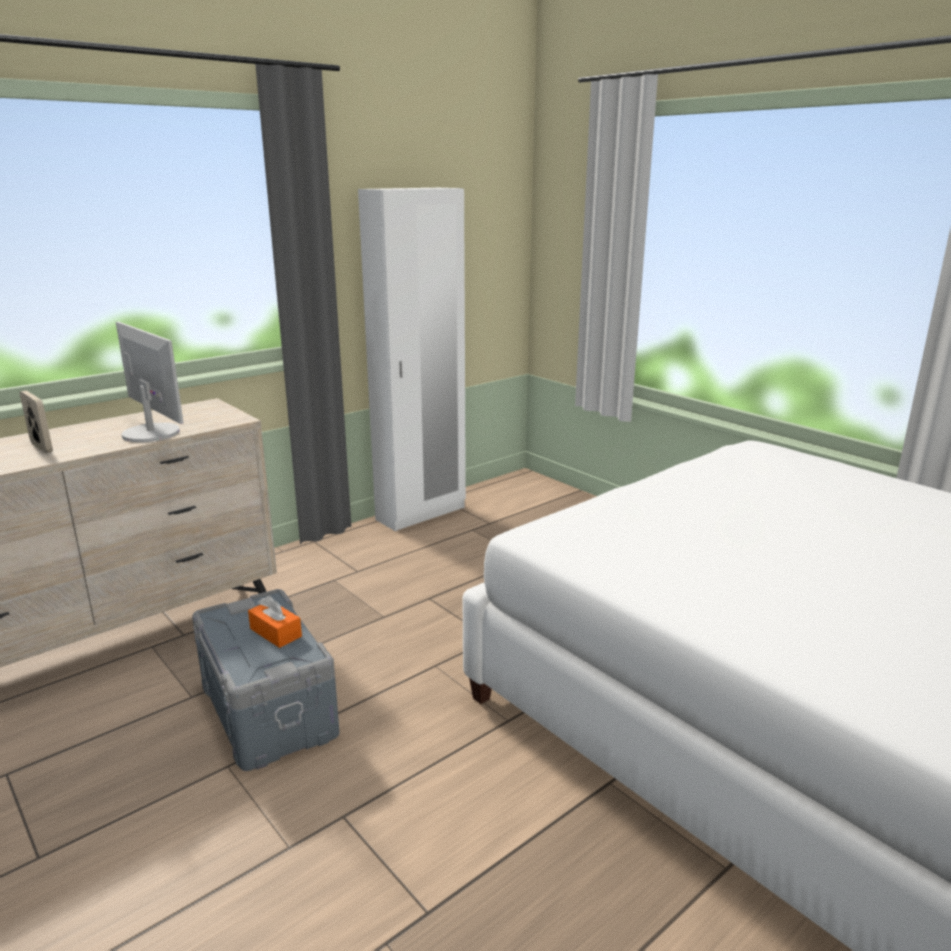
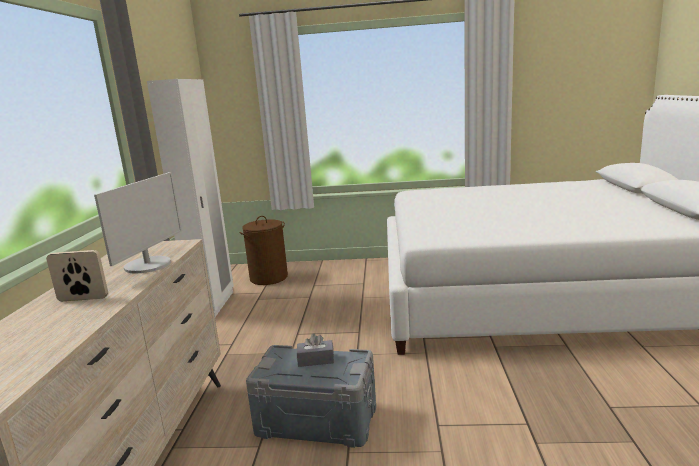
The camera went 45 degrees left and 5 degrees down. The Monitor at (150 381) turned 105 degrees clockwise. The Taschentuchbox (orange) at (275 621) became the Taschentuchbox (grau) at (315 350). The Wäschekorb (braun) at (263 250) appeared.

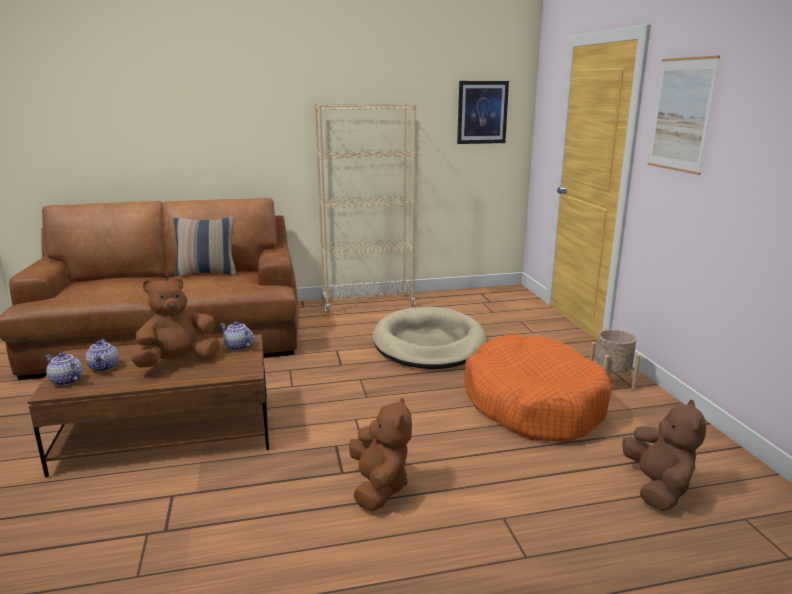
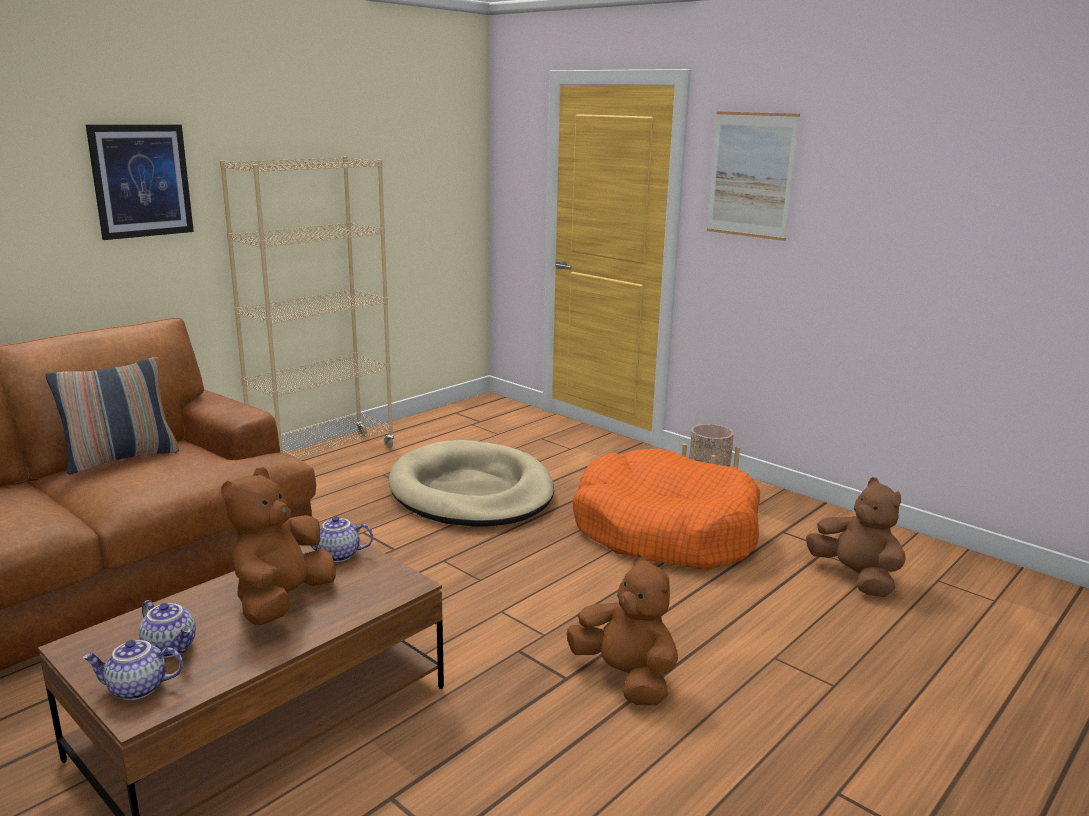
The camera went 35 degrees left and 0 degrees up. The Bild moved from (483 112) to (140 182).

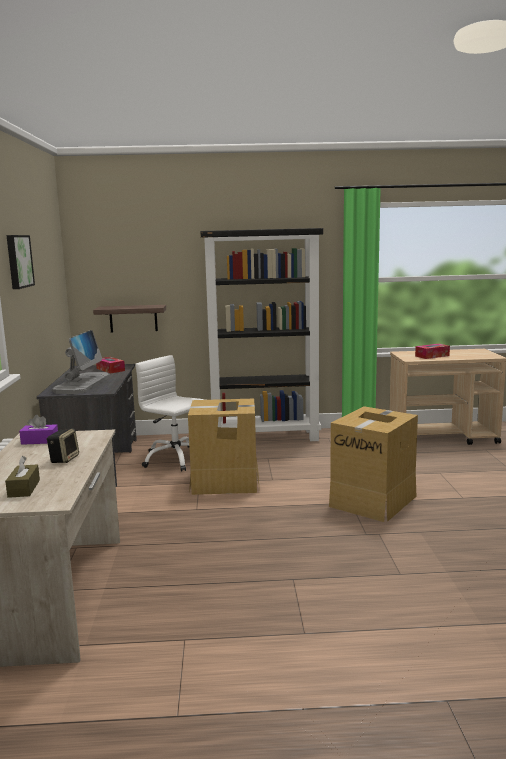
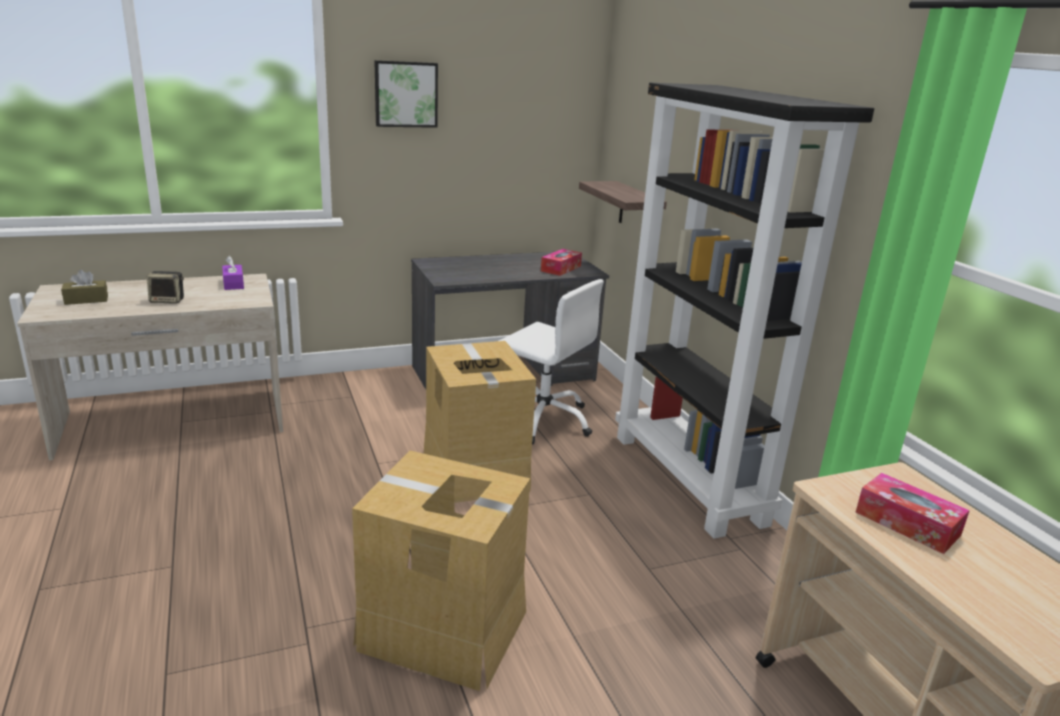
The camera went 70 degrees right and 10 degrees up. The Monitor at (81 362) disappeared. The Bürostuhl (weiß) at (170 413) turned 105 degrees clockwise.

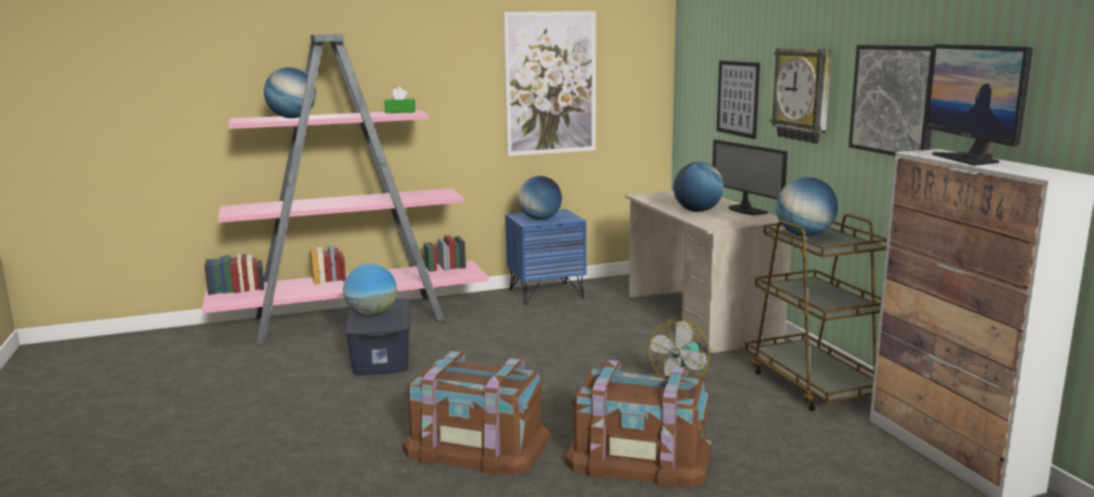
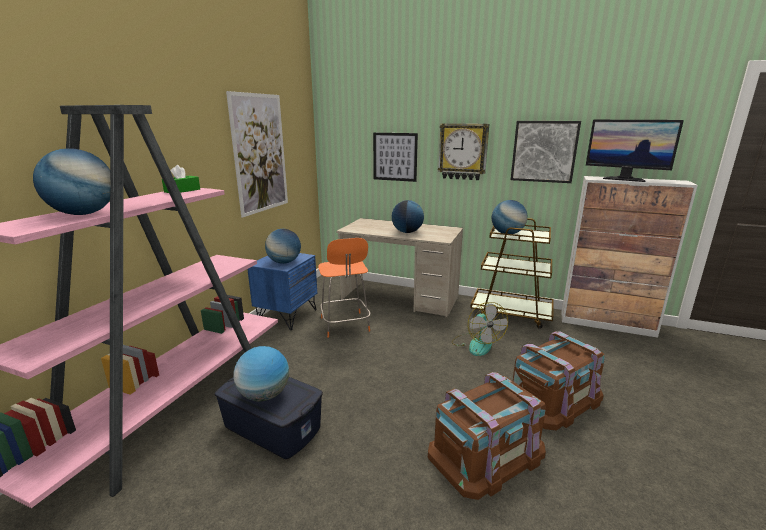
The camera went 50 degrees left and 5 degrees up. The Monitor at (750 177) disappeared. The Stuhl (orange) at (344 288) appeared.

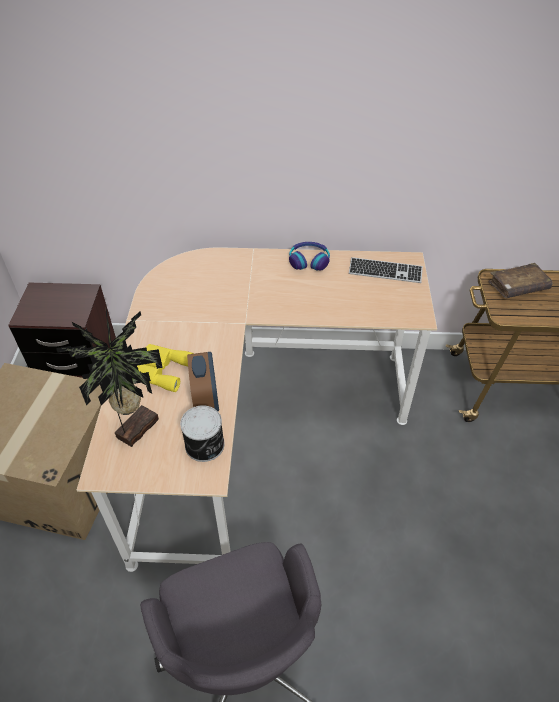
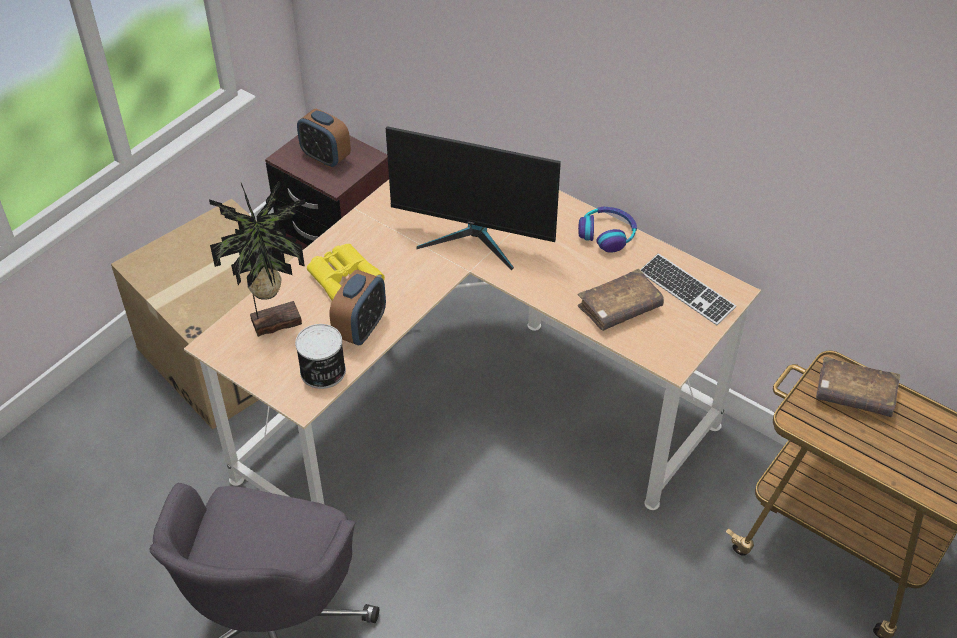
The camera went 35 degrees right and 0 degrees up. The Wecker at (324 138) appeared. The Monitor at (473 198) appeared. The Buch (braun) at (621 300) appeared.

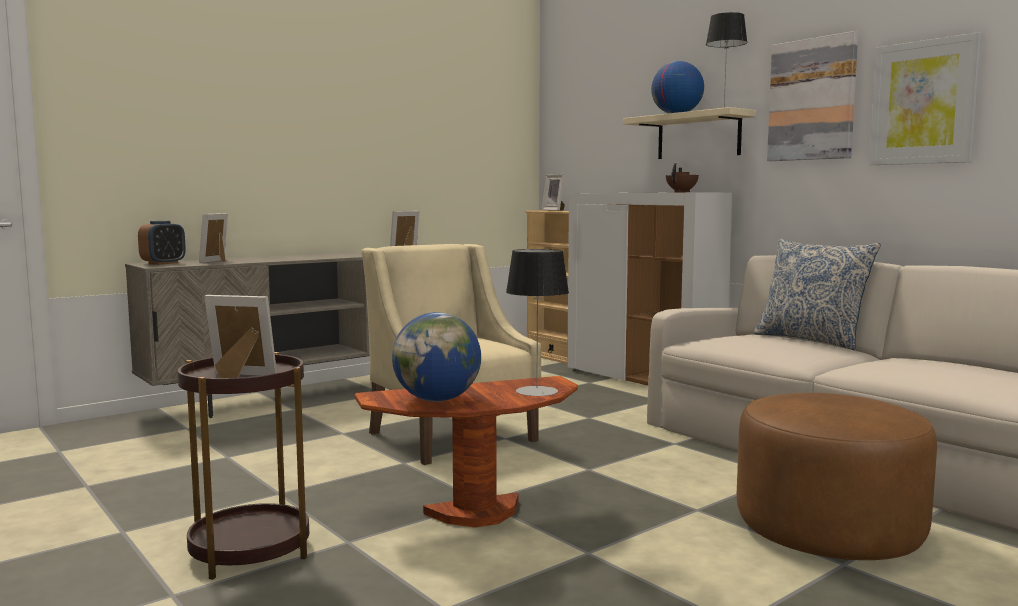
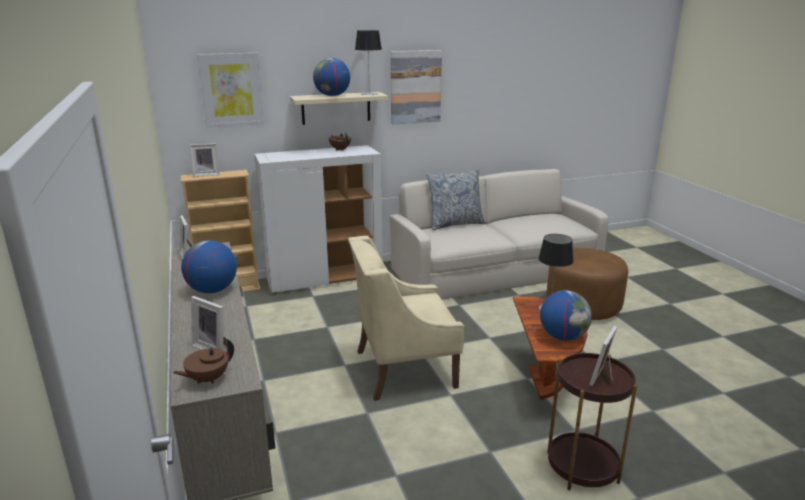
The camera went 70 degrees left and 15 degrees up. The Bild moved from (925 98) to (230 90). The Wecker at (162 243) was replaced by the Teekanne (braun) at (203 361). The Globus at (209 266) appeared.

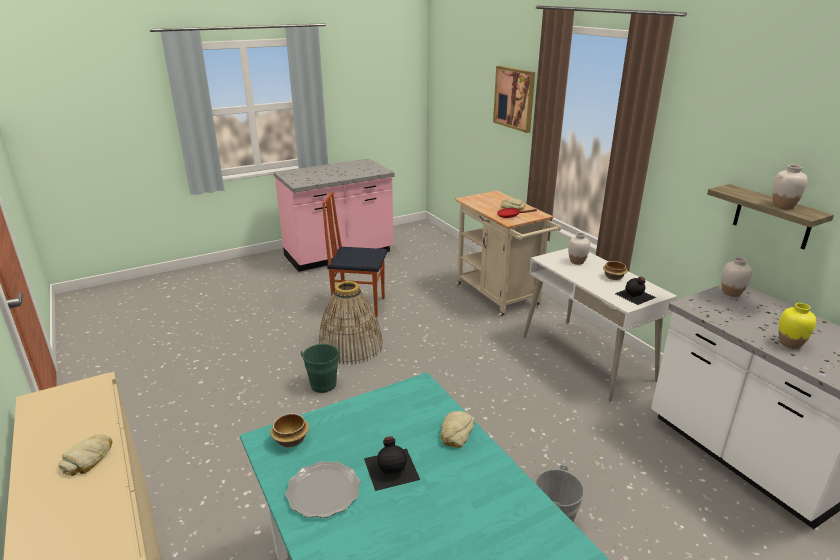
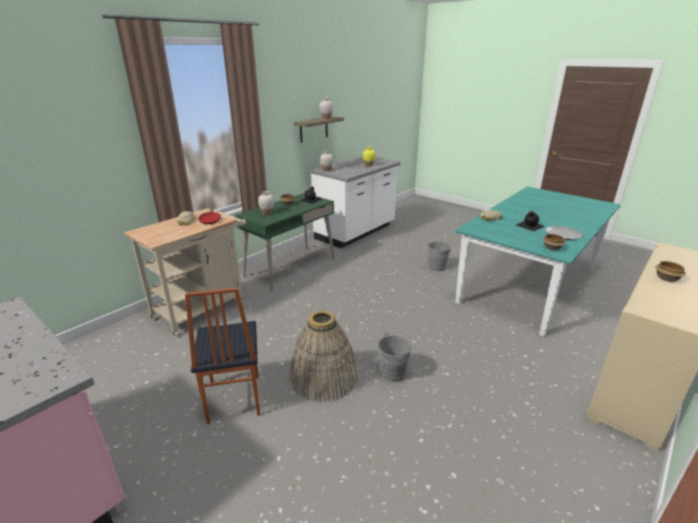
The camera went 110 degrees left and 0 degrees up. The Bild at (514 99) disappeared. The Schreibtisch (weiß) at (600 325) became the Schreibtisch (grün) at (285 242). The Eimer (grün) at (320 368) became the Eimer (grau) at (391 357). The Brot at (85 455) was replaced by the Schüssel at (670 271).

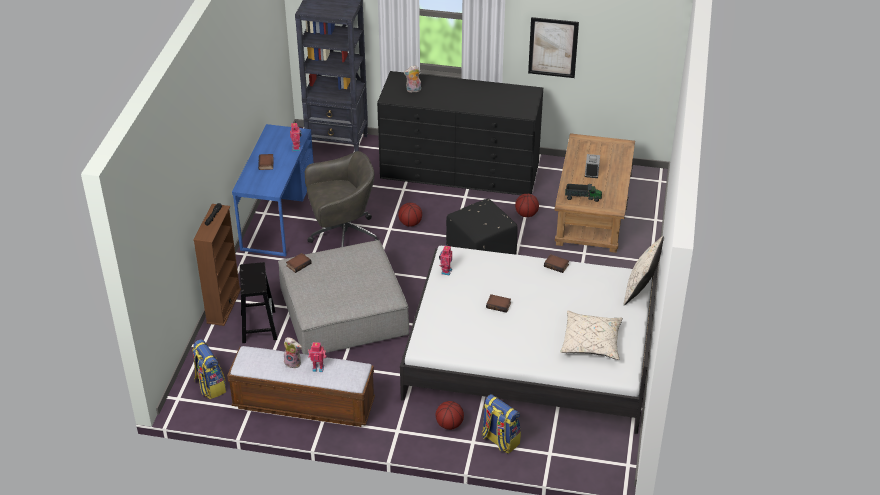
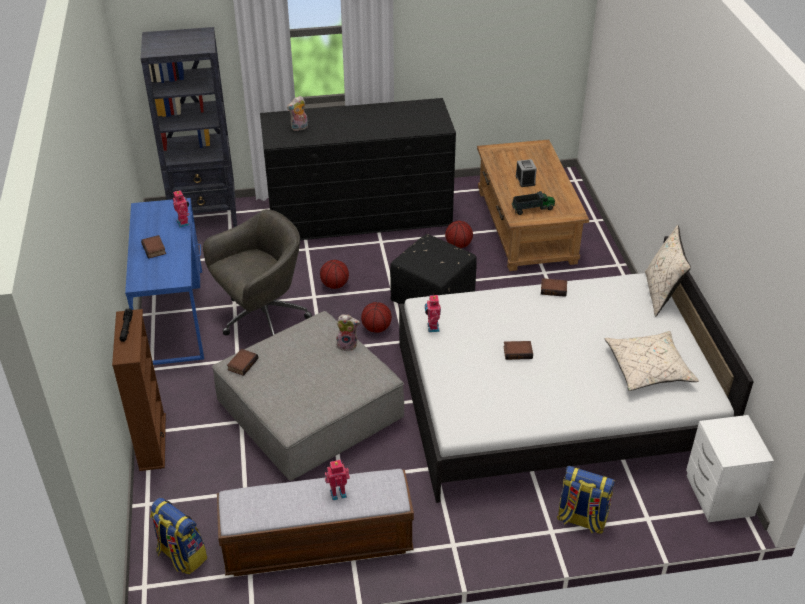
The camera went 20 degrees left and 0 degrees up. The Bild at (553 47) disappeared. The Hocker (schwarz) at (258 302) disappeared. The Plüschtier moved from (293 353) to (348 332). The Basketball moved from (450 415) to (376 317). The Nachttisch (weiß) at (730 468) appeared.

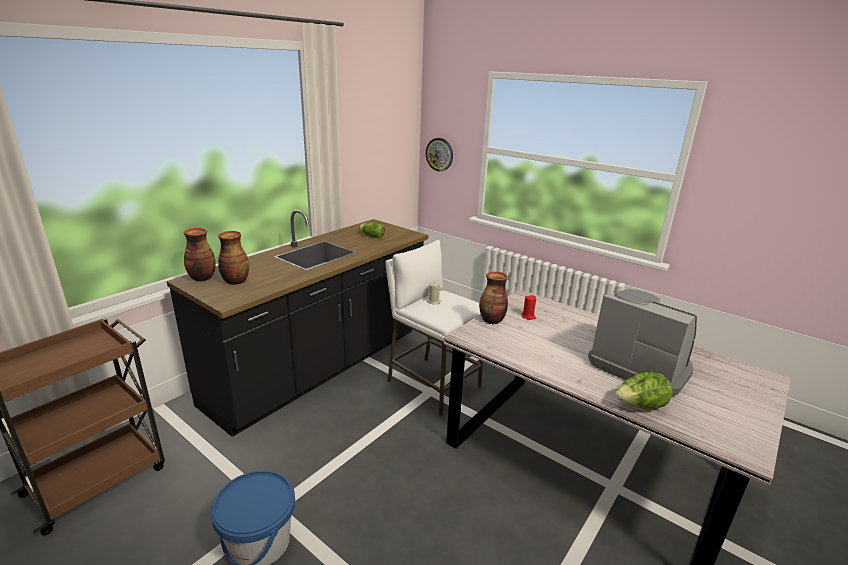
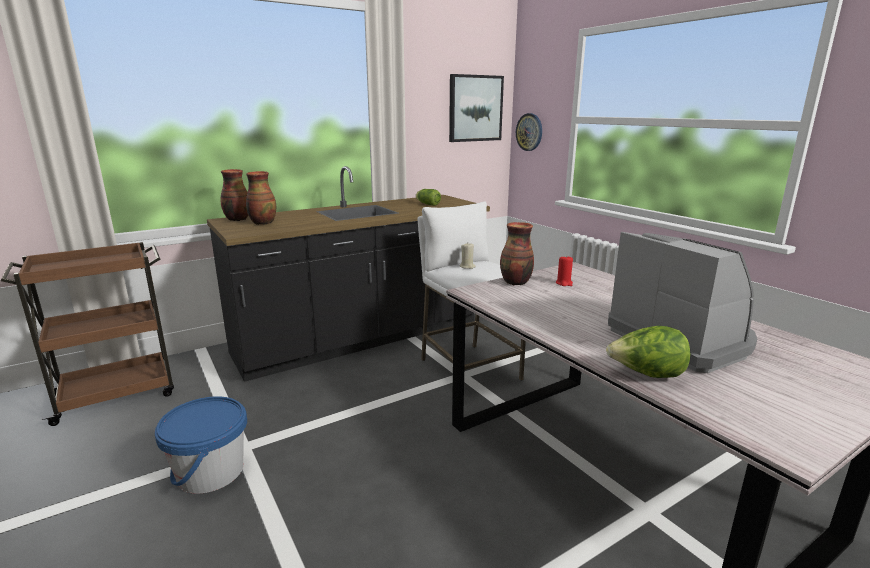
The camera went 20 degrees right and 5 degrees down. The Bild at (476 108) appeared.

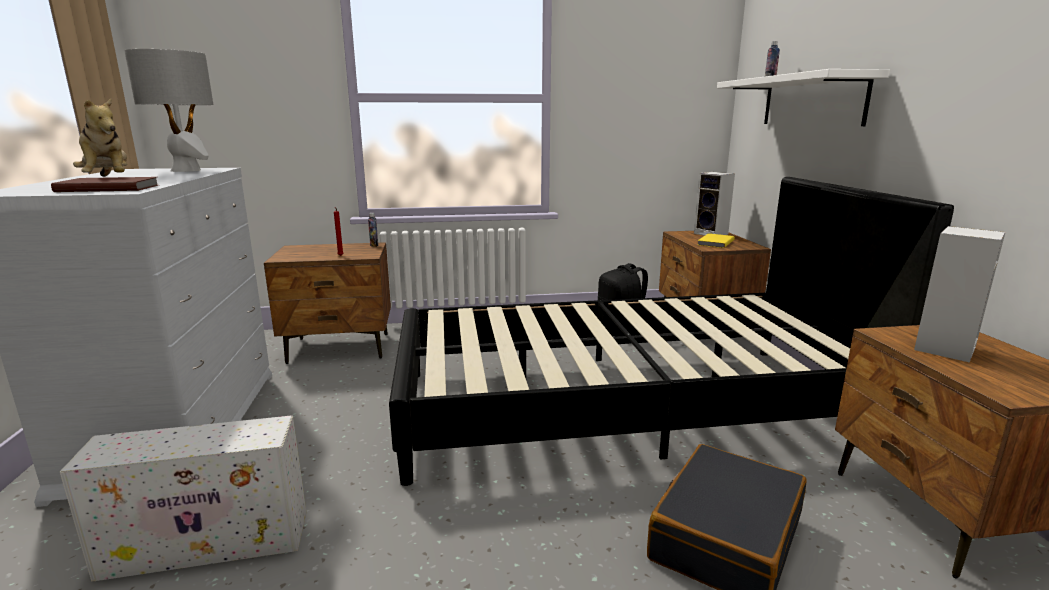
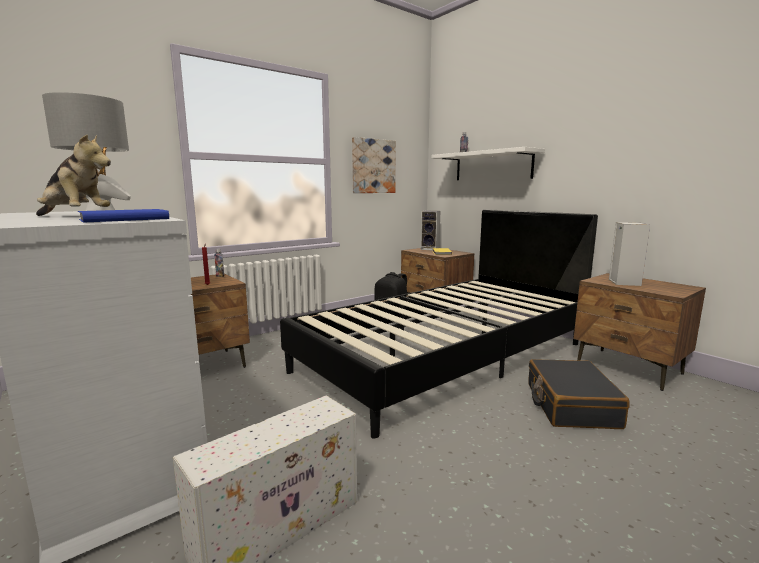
The camera went 30 degrees left and 5 degrees down. The Buch (braun) at (104 184) became the Buch (blau) at (123 216). The Bild at (374 165) appeared.

